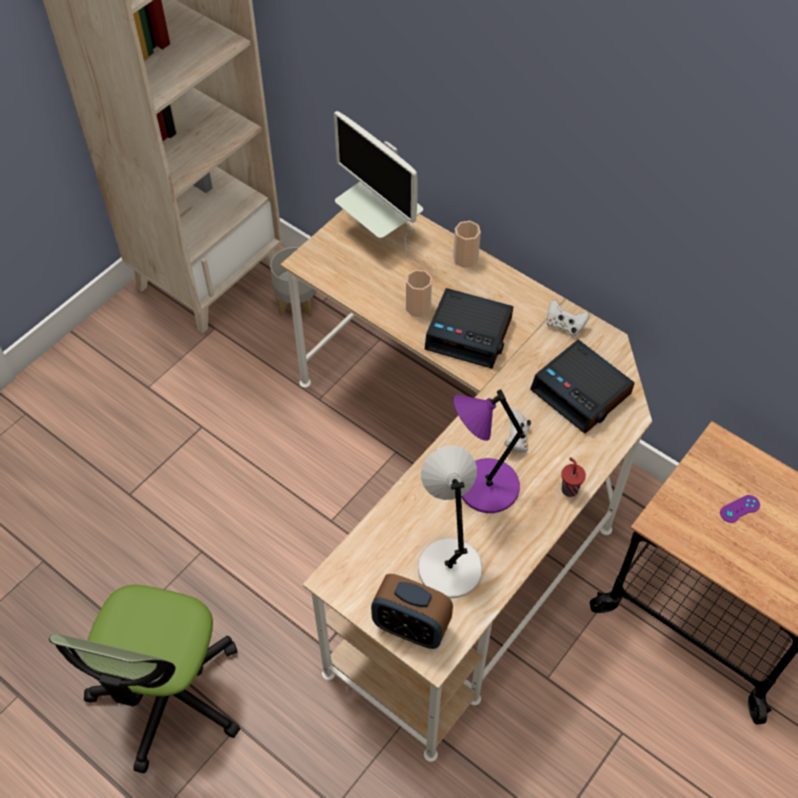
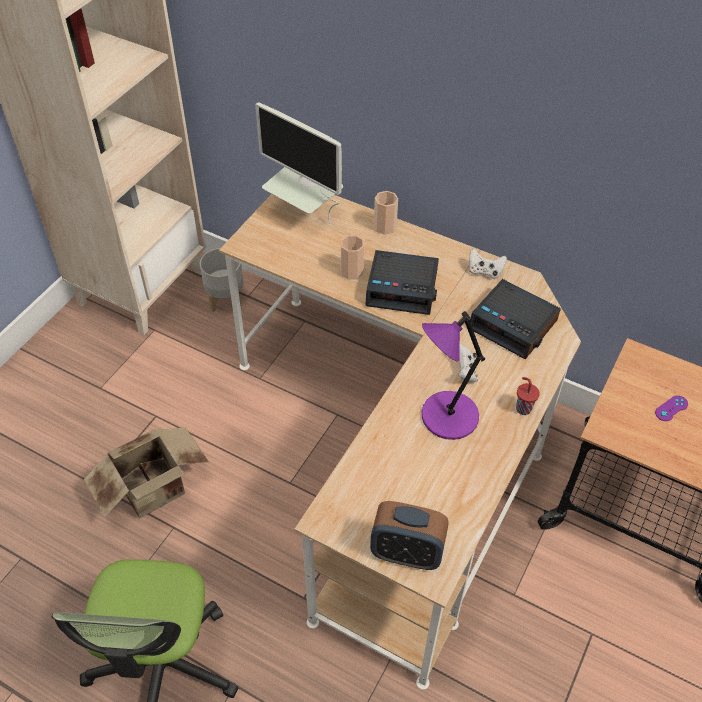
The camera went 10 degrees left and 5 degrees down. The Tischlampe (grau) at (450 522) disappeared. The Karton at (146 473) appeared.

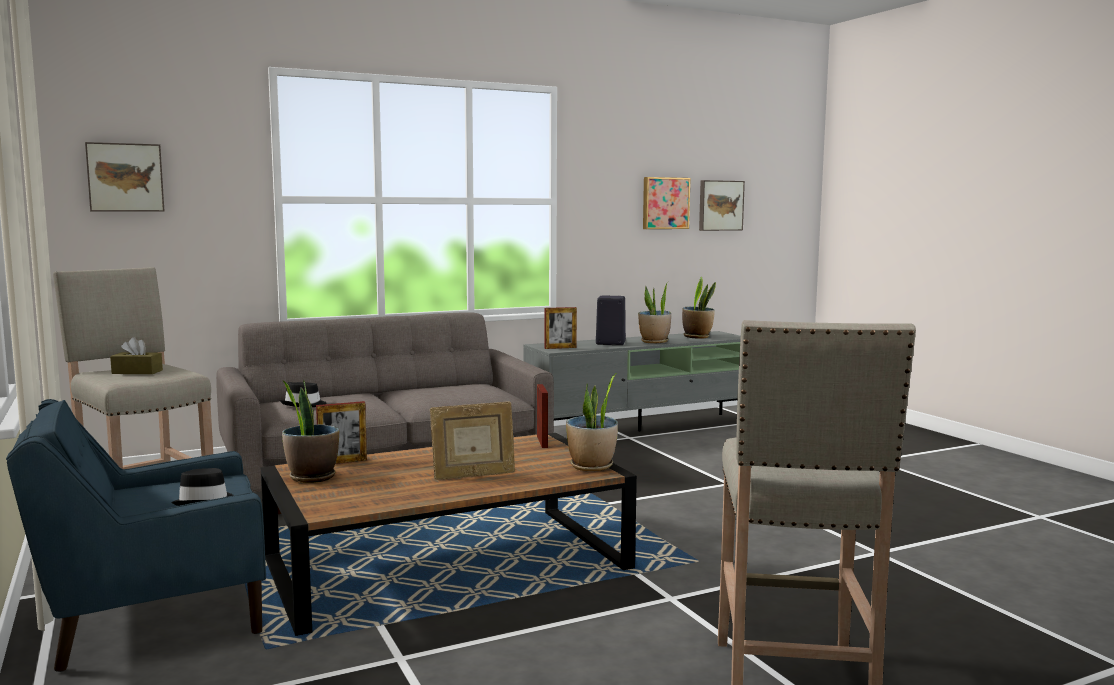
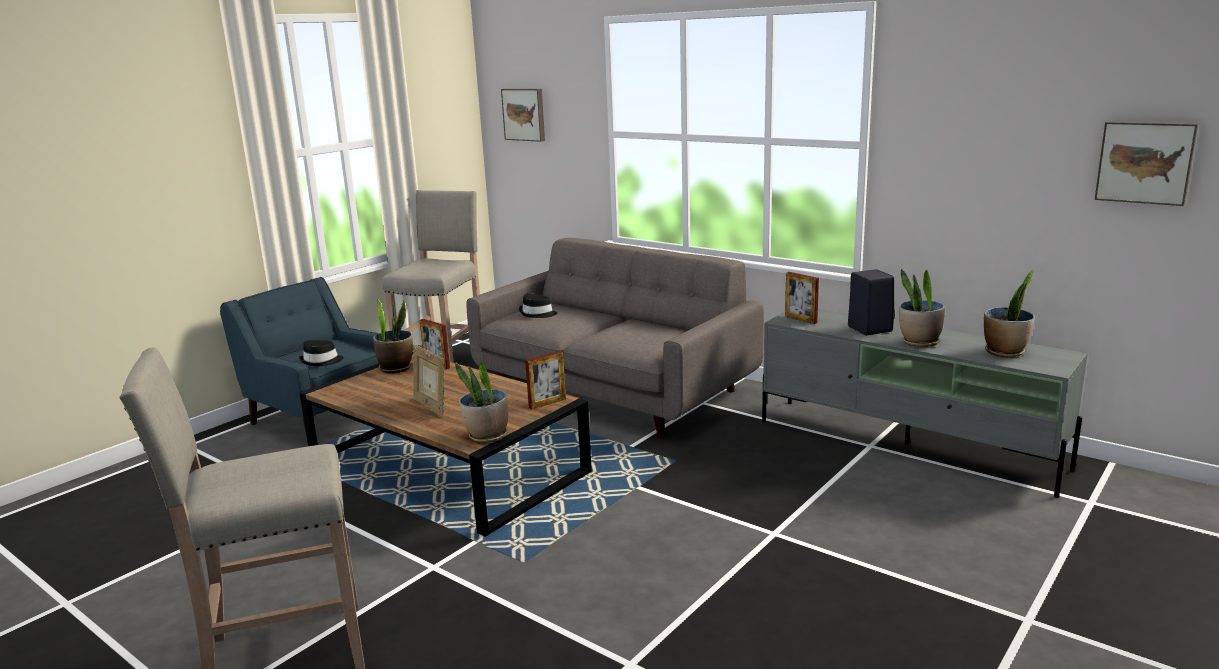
The camera went 65 degrees right and 10 degrees up. The Bild at (667 203) disappeared. The Taschentuchbox (braun) at (136 355) disappeared.

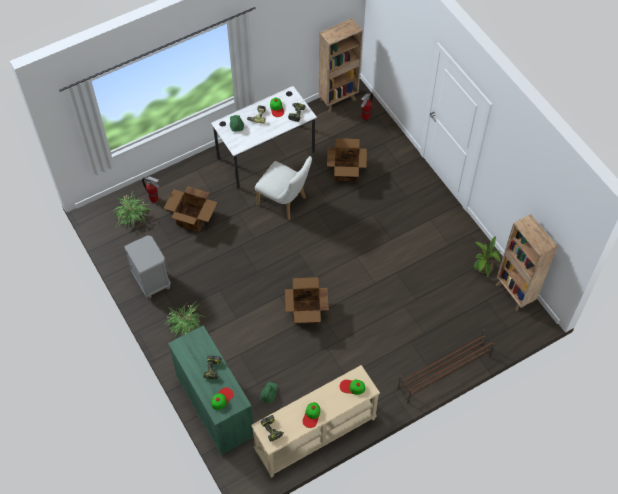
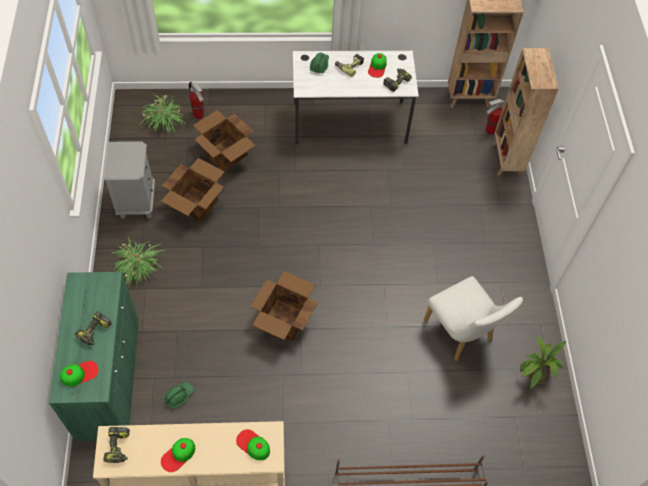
The camera went 25 degrees right and 0 degrees up. The Karton moved from (347 159) to (193 190). The Stuhl (weiß) moved from (283 187) to (473 318). The Bücherregal (braun) moved from (527 262) to (525 112).

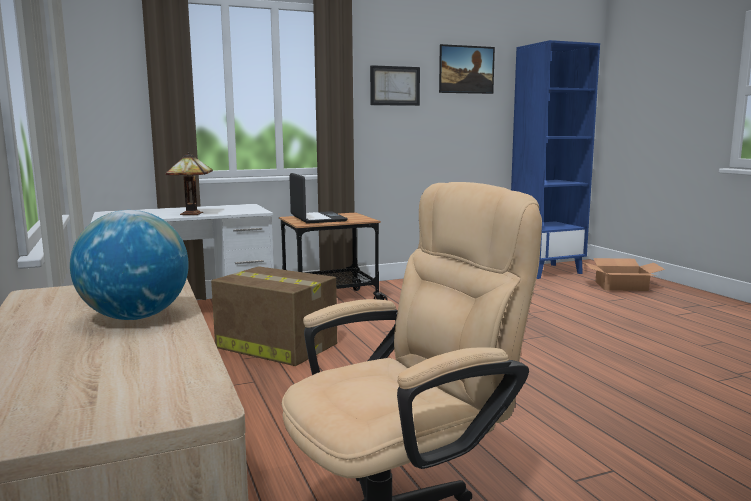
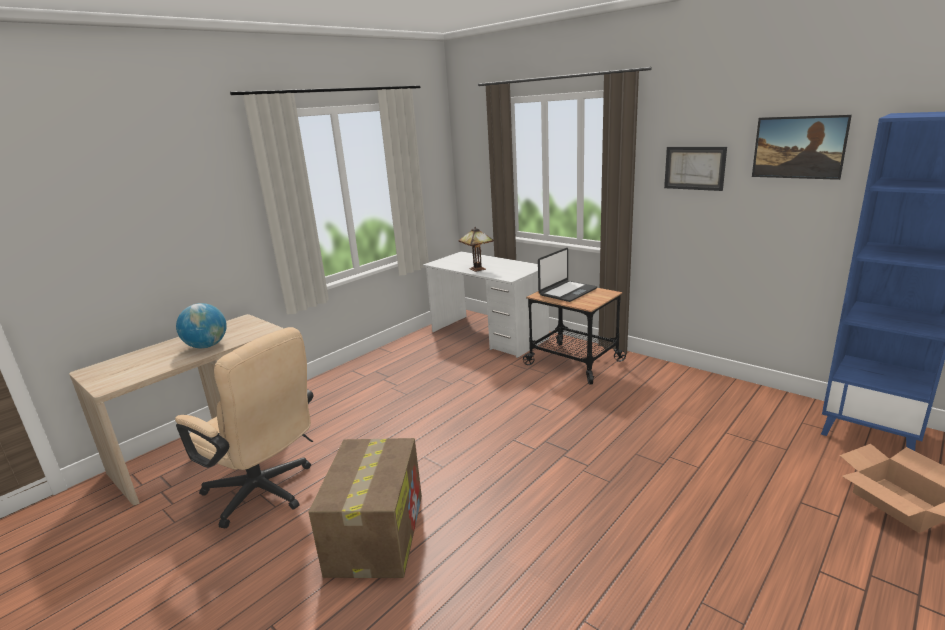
The camera went 65 degrees right and 10 degrees up. The Karton moved from (274 316) to (365 508).

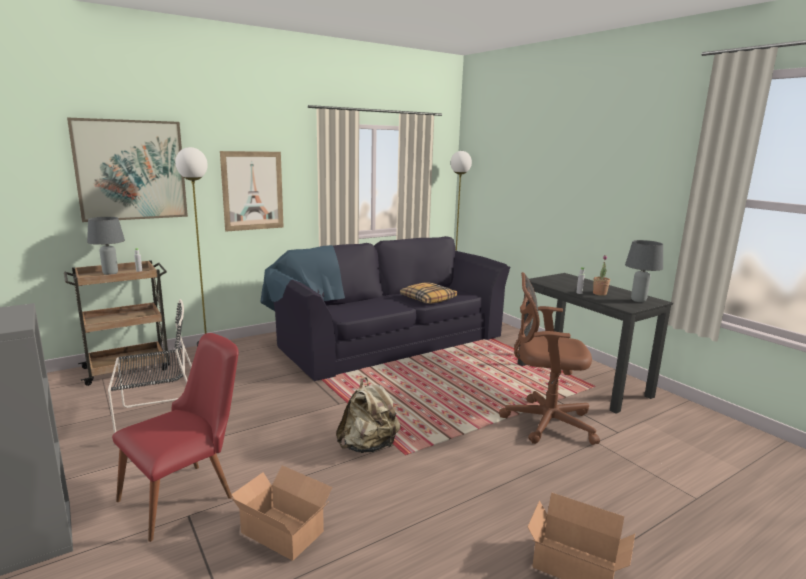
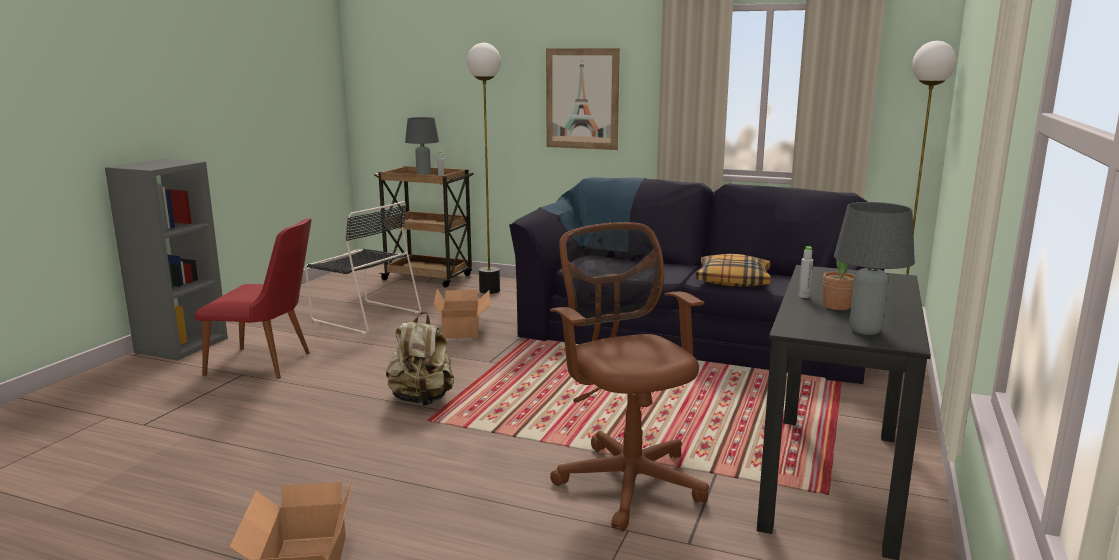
The camera went 55 degrees right and 0 degrees up. The Bild at (127 170) disappeared. The Karton moved from (281 513) to (462 313).

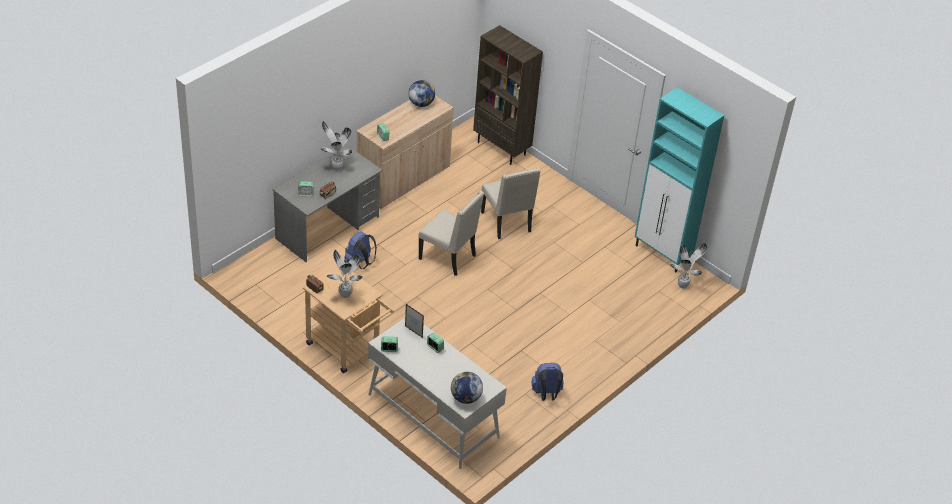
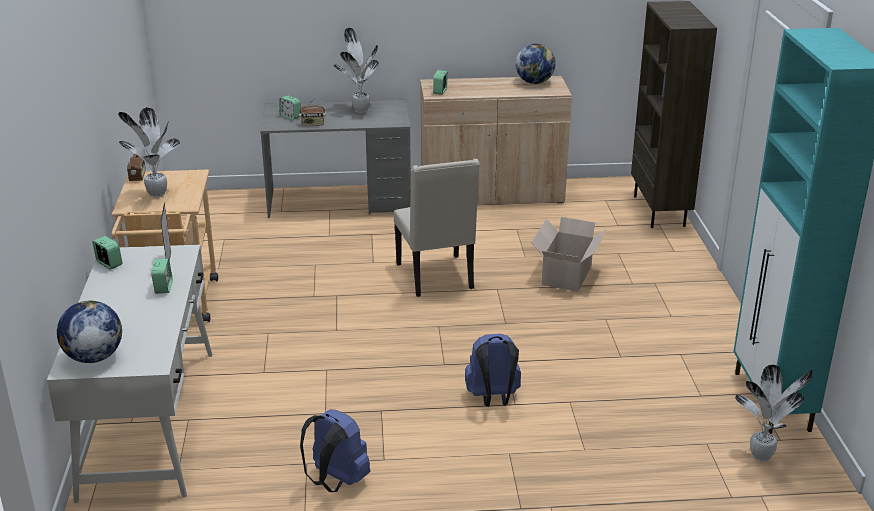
The camera went 45 degrees right and 15 degrees down. The Stuhl (beige) at (511 203) was replaced by the Karton at (569 254). The Rucksack (blau) moved from (361 250) to (493 370).

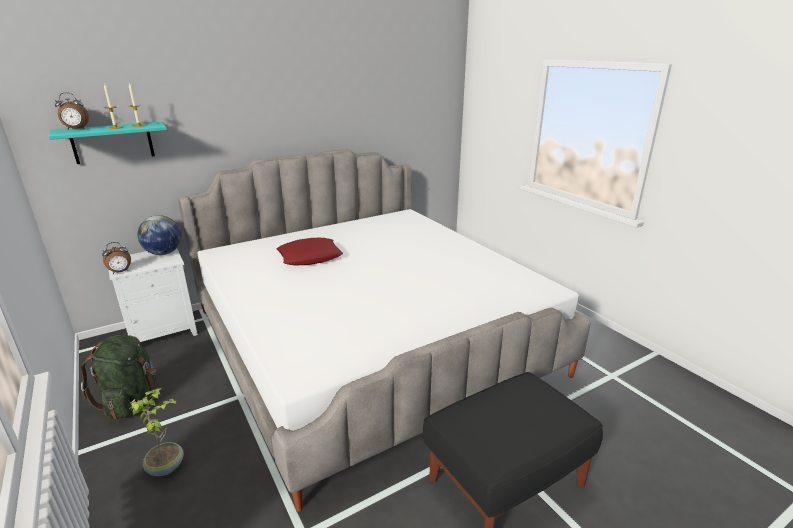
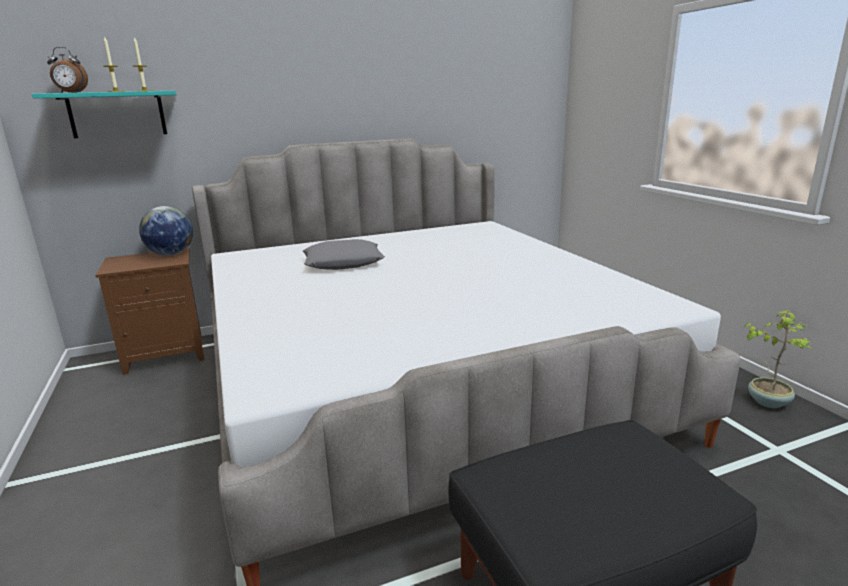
The camera went 10 degrees right and 5 degrees down. The Kissen (rot) at (309 251) became the Kissen (grau) at (344 254). The Wecker at (116 258) disappeared. The Nachttisch (weiß) at (153 295) became the Nachttisch (braun) at (150 311). The Rucksack (grün) at (118 377) disappeared. The Topfpflanze moved from (156 432) to (778 359).

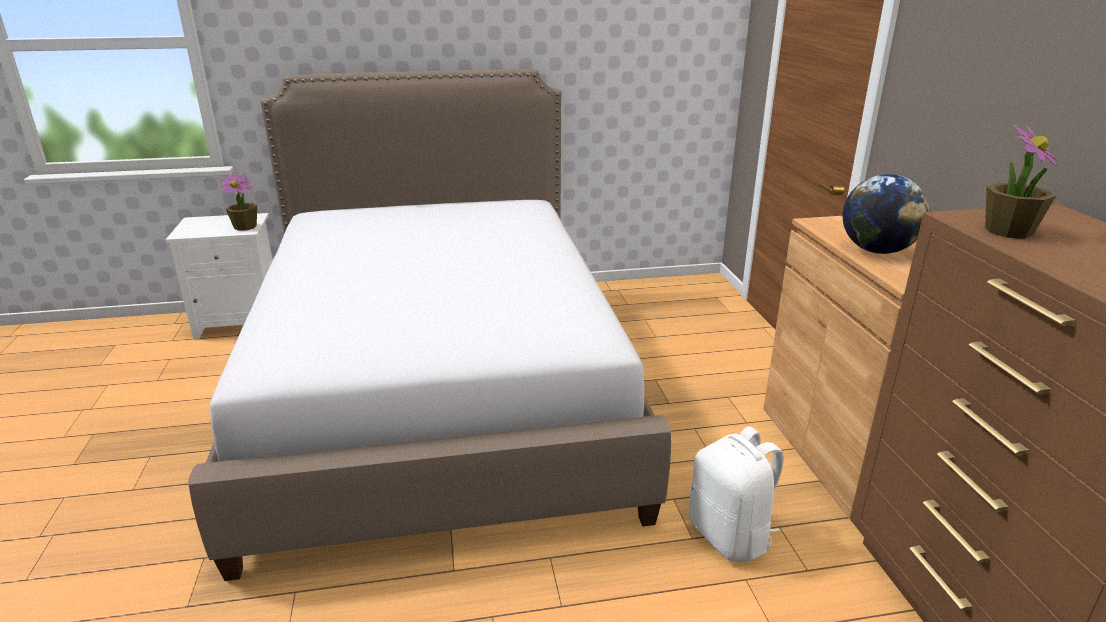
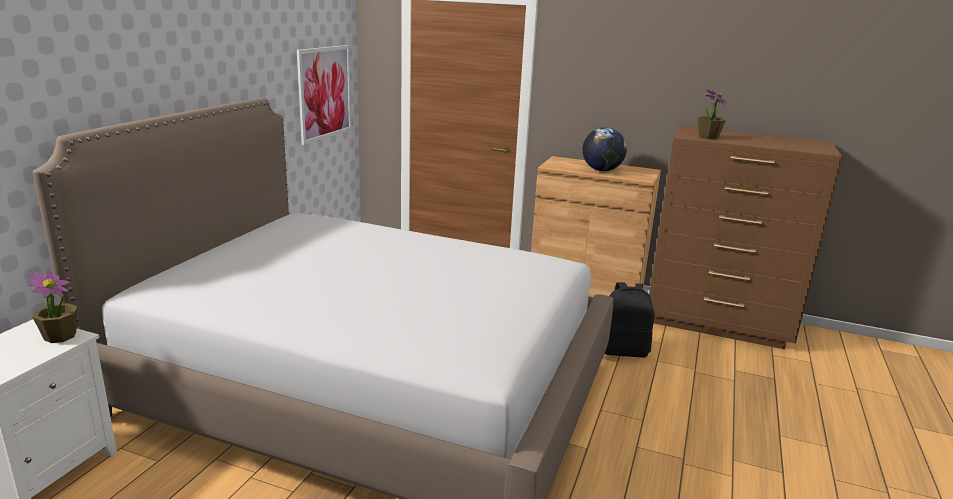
The camera went 60 degrees left and 5 degrees down. The Rucksack (weiß) at (736 494) became the Rucksack (schwarz) at (629 320). The Bild at (324 95) appeared.

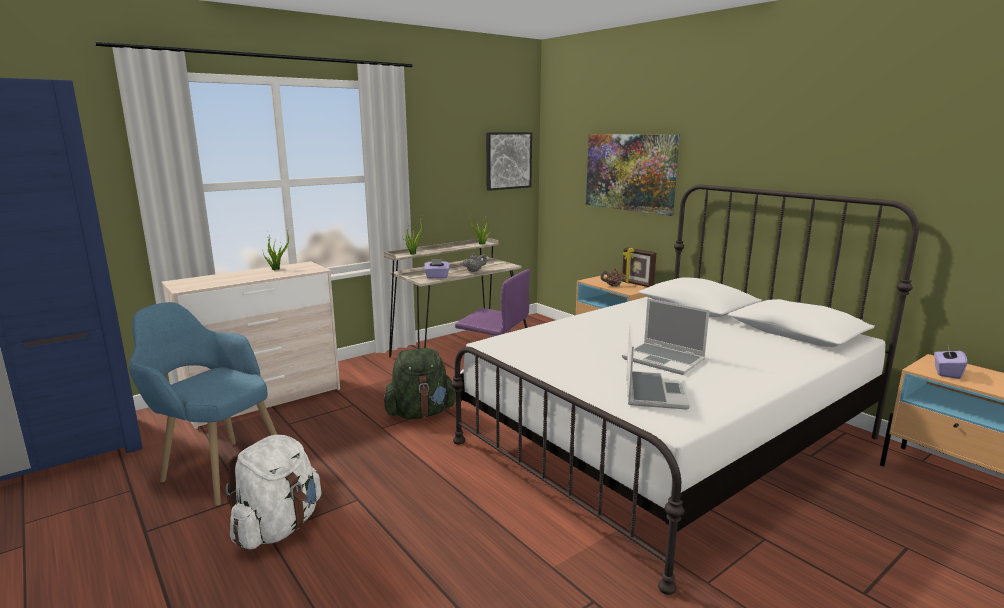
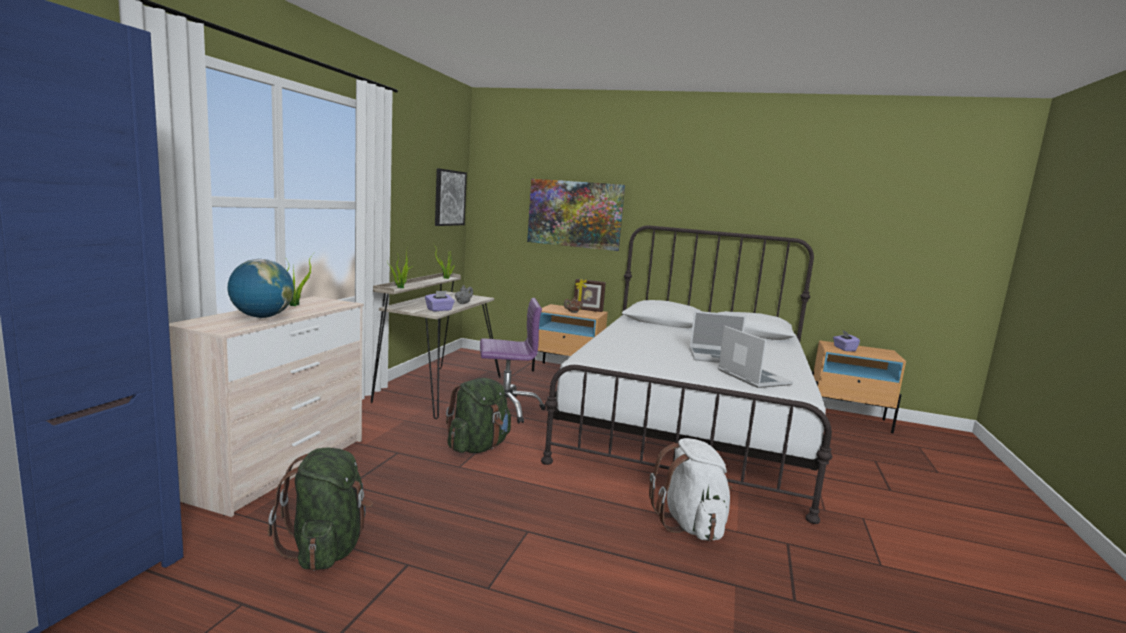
The camera went 35 degrees left and 5 degrees down. The Sessel (blau) at (203 404) was replaced by the Rucksack (grün) at (320 509). The Rucksack (weiß) moved from (273 492) to (690 489). The Globus at (260 288) appeared.

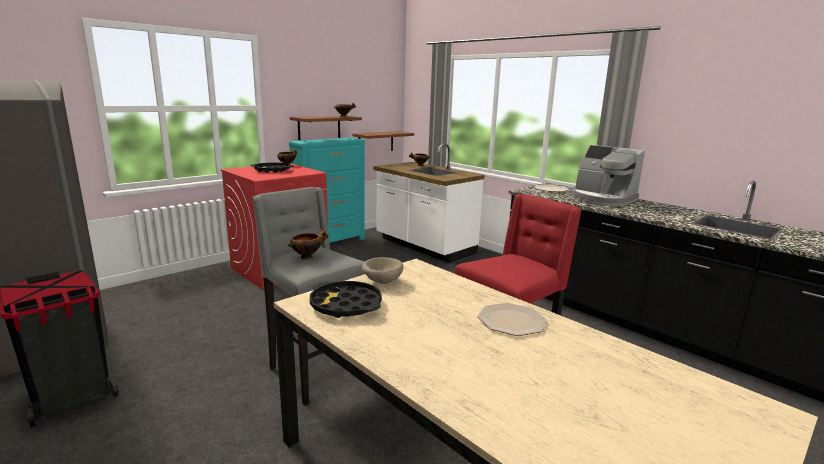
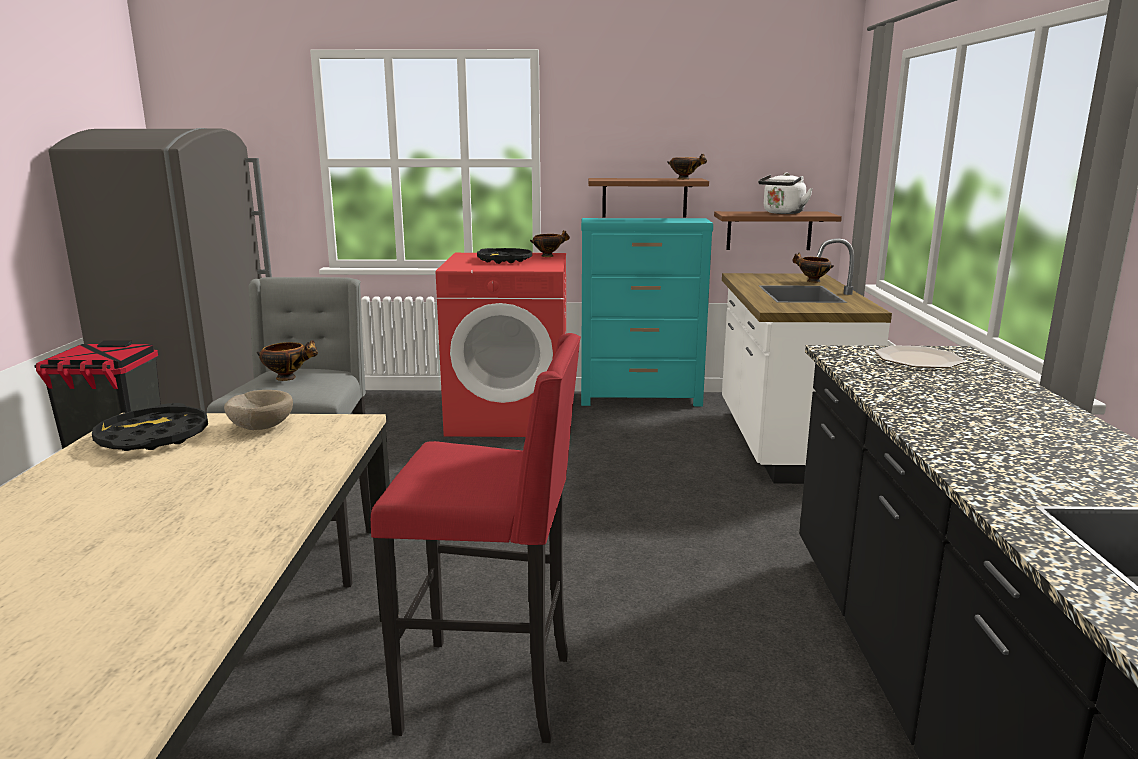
The camera went 45 degrees right and 0 degrees up. The Kaffeemaschine at (608 175) disappeared. The Teller at (512 319) disappeared. The Wasserkessel (weiß) at (785 193) appeared.

